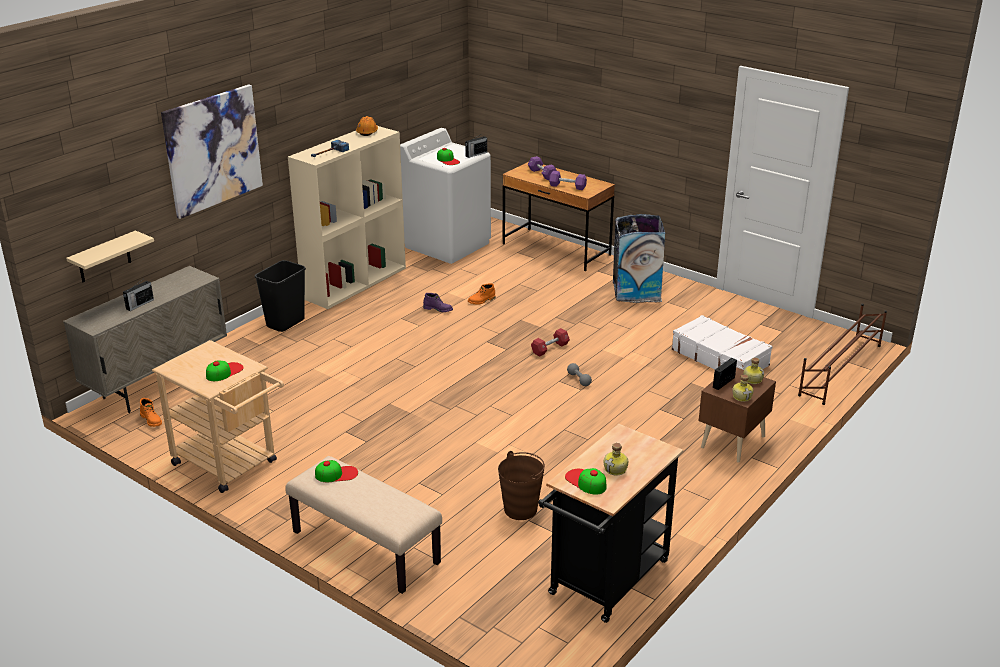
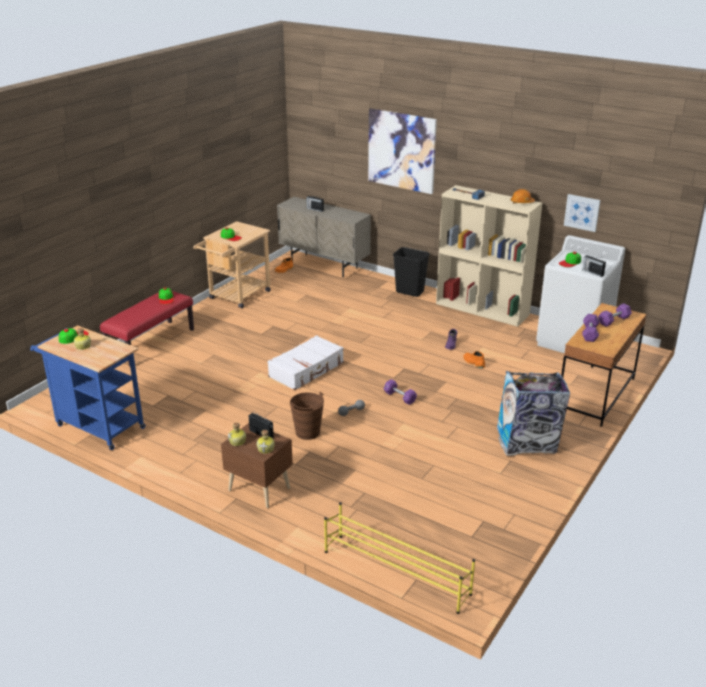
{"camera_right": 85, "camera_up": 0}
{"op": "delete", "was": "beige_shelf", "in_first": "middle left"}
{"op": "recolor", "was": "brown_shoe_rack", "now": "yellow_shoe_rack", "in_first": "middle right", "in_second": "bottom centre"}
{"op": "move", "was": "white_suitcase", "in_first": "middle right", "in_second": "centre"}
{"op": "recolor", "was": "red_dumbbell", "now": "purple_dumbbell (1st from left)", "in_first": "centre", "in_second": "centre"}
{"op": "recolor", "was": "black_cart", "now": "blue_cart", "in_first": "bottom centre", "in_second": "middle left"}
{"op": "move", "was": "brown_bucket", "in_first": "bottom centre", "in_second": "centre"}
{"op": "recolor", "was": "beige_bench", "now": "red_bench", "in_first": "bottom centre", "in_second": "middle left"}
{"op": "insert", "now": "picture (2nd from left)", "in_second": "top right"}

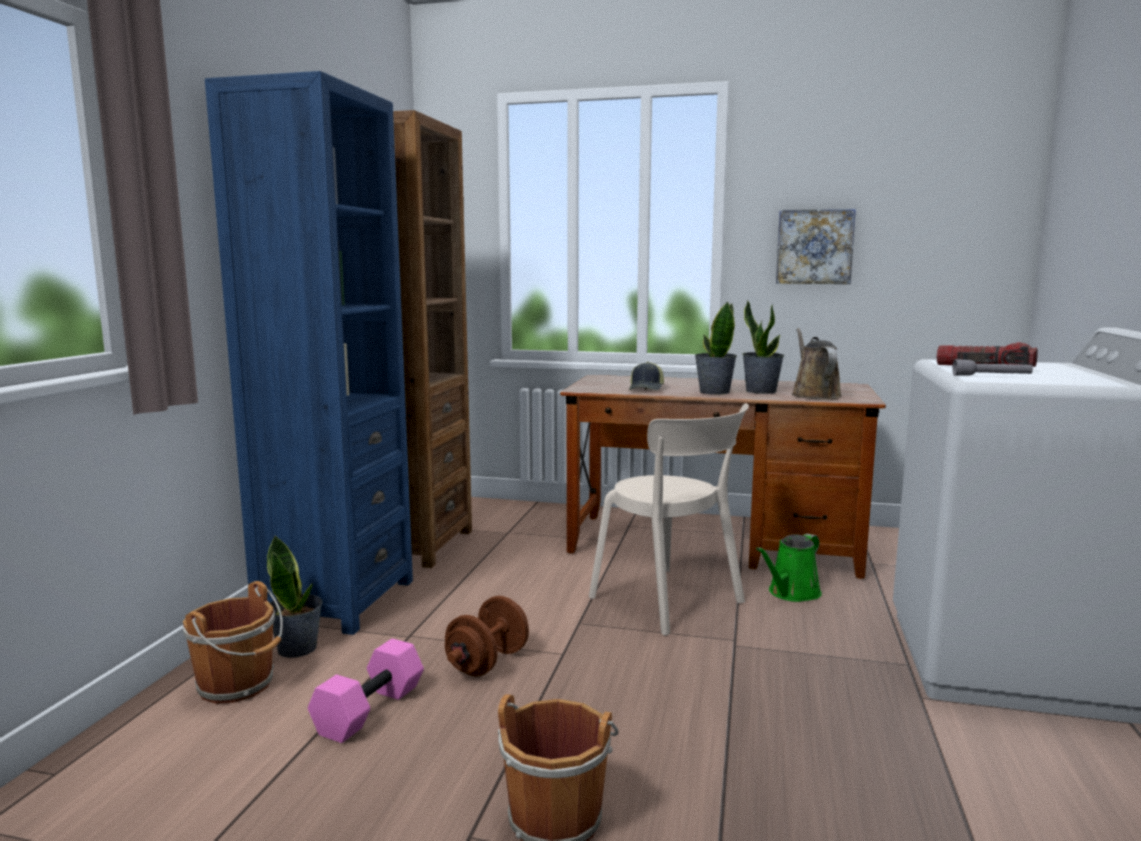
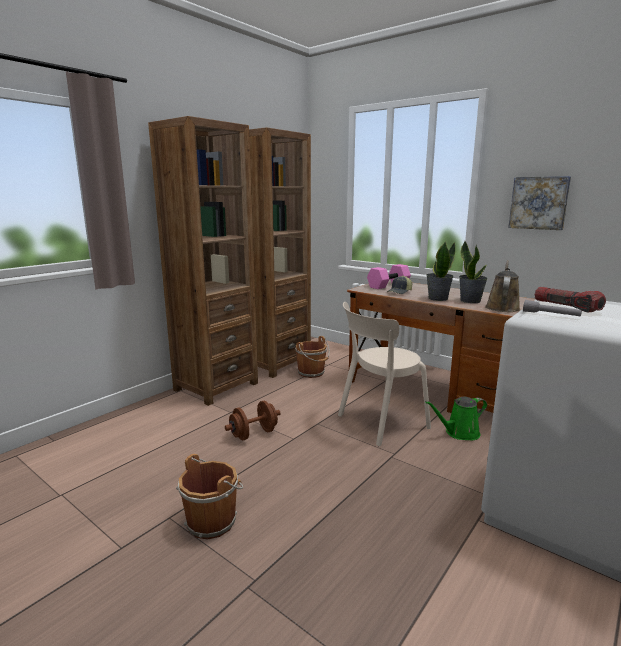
{"camera_right": 25, "camera_up": 5}
{"op": "recolor", "was": "blue_bookcase", "now": "brown_bookcase (1st from left)", "in_first": "middle left", "in_second": "middle left"}
{"op": "rotate", "was": "beige_chair", "in_first": "centre", "in_second": "centre", "clockwise": 75}
{"op": "delete", "was": "potted_plant (1st from left)", "in_first": "bottom left"}
{"op": "move", "was": "brown_bucket (1st from left in the first image)", "now": "brown_bucket (2nd from left)", "in_first": "bottom left", "in_second": "centre"}
{"op": "move", "was": "pink_dumbbell", "in_first": "bottom left", "in_second": "centre"}

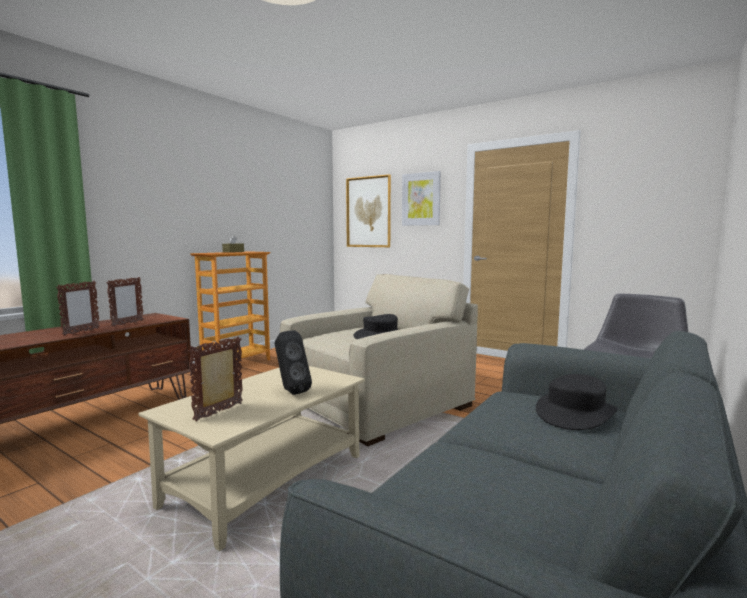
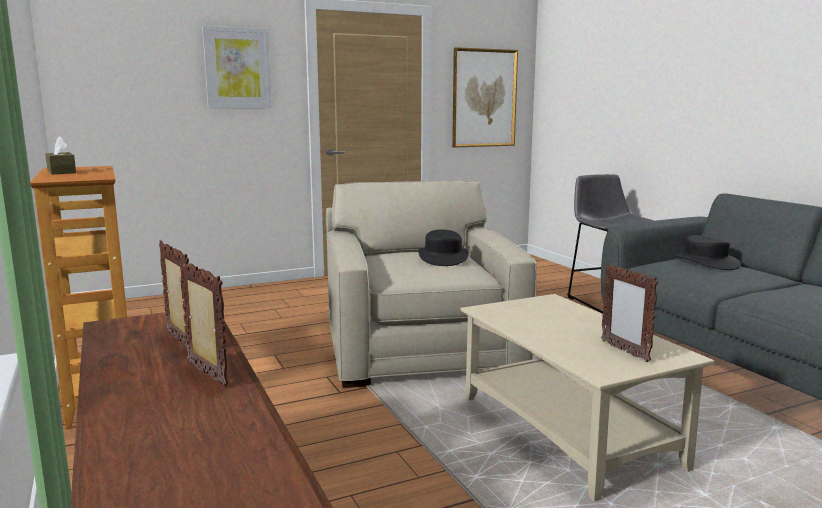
{"camera_right": -60, "camera_up": 5}
{"op": "move", "was": "picture (1st from left in the first image)", "now": "picture (2nd from left)", "in_first": "centre", "in_second": "top centre"}
{"op": "delete", "was": "black_speaker", "in_first": "centre"}

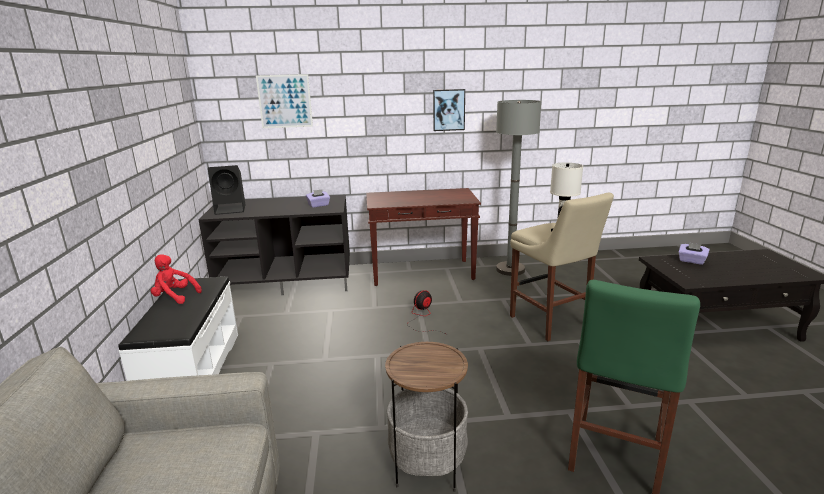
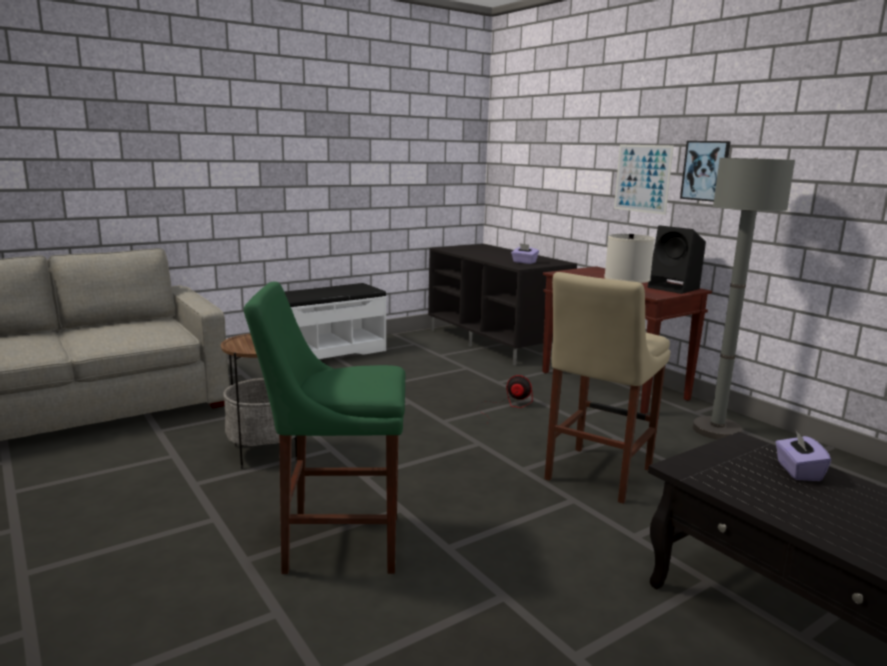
{"camera_right": 60, "camera_up": -5}
{"op": "move", "was": "picture (1st from left)", "in_first": "top centre", "in_second": "top right"}
{"op": "move", "was": "black_speaker", "in_first": "middle left", "in_second": "middle right"}
{"op": "delete", "was": "red_plush_toy", "in_first": "middle left"}

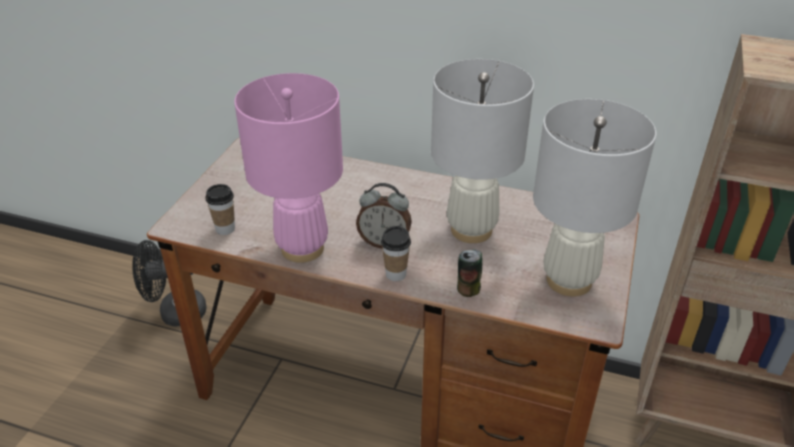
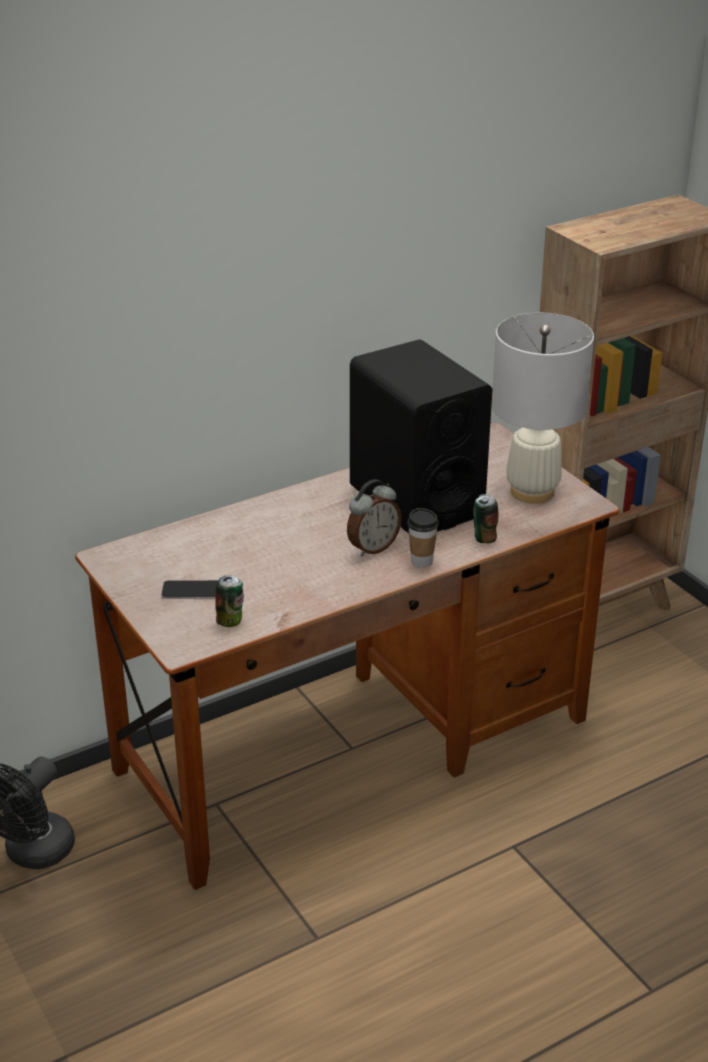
{"camera_right": -50, "camera_up": -5}
{"op": "replace", "was": "white_table_lamp (1st from left)", "now": "black_speaker", "in_first": "centre", "in_second": "centre"}
{"op": "delete", "was": "pink_table_lamp", "in_first": "centre"}
{"op": "replace", "was": "cup (1st from left)", "now": "can (1st from left)", "in_first": "middle left", "in_second": "middle left"}
{"op": "insert", "now": "phone", "in_second": "middle left"}

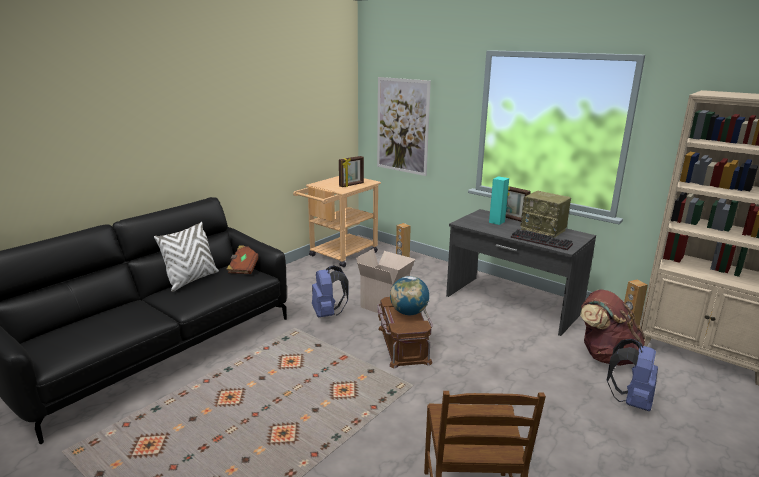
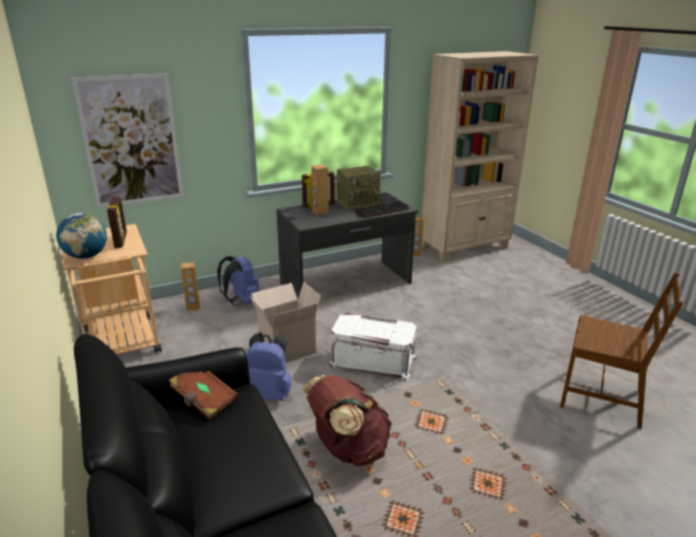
{"camera_right": -65, "camera_up": 5}
{"op": "recolor", "was": "turquoise_speaker", "now": "brown_speaker (2nd from left)", "in_first": "centre", "in_second": "centre"}
{"op": "delete", "was": "white_pillow", "in_first": "middle left"}
{"op": "move", "was": "globe", "in_first": "centre", "in_second": "middle left"}
{"op": "move", "was": "brown_backpack", "in_first": "bottom right", "in_second": "bottom centre"}
{"op": "recolor", "was": "brown_storage_box", "now": "white_storage_box", "in_first": "bottom centre", "in_second": "centre"}
{"op": "move", "was": "blue_backpack (2nd from left in the first image)", "now": "blue_backpack (1st from left)", "in_first": "bottom right", "in_second": "centre"}

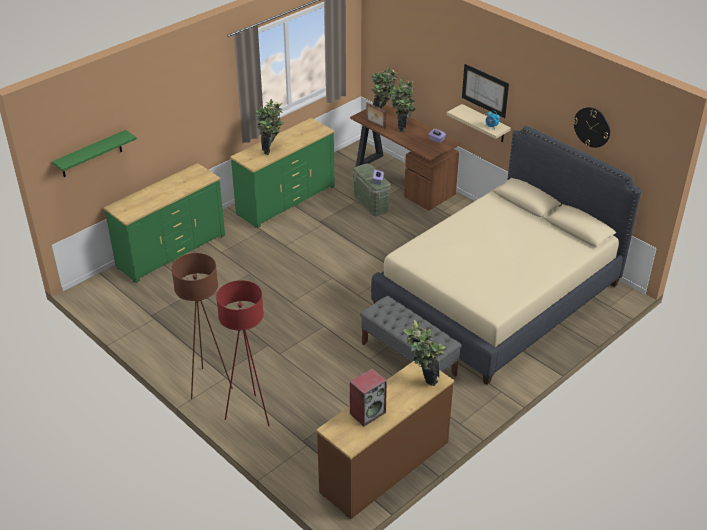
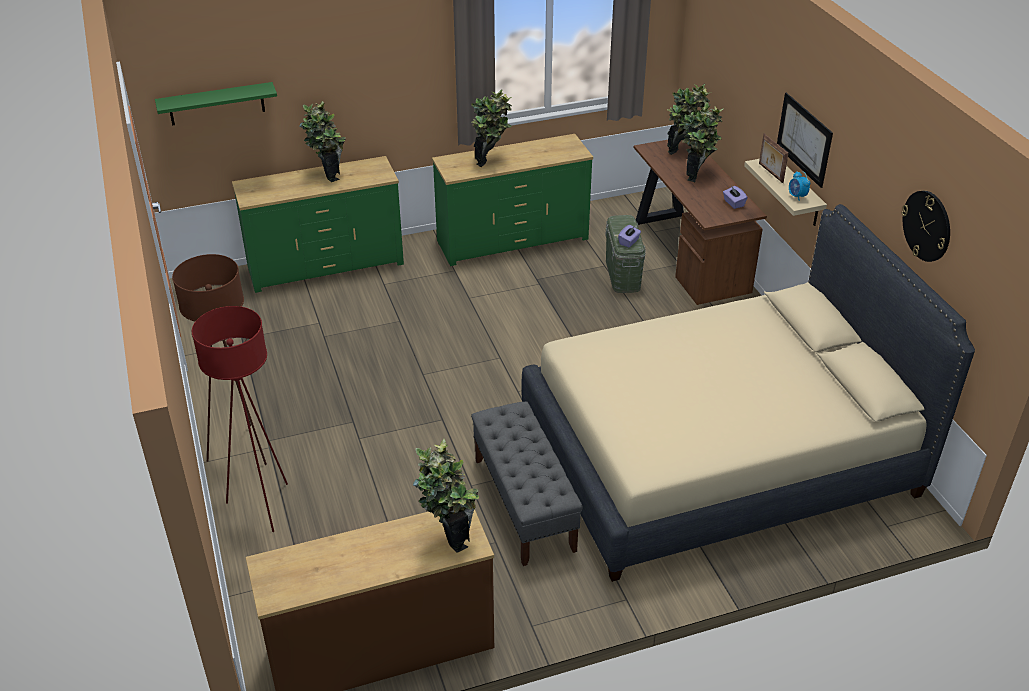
{"camera_right": 25, "camera_up": 0}
{"op": "move", "was": "picture_frame", "in_first": "top centre", "in_second": "top right"}
{"op": "delete", "was": "speaker", "in_first": "bottom centre"}
{"op": "insert", "now": "potted_plant (1st from left)", "in_second": "top left"}

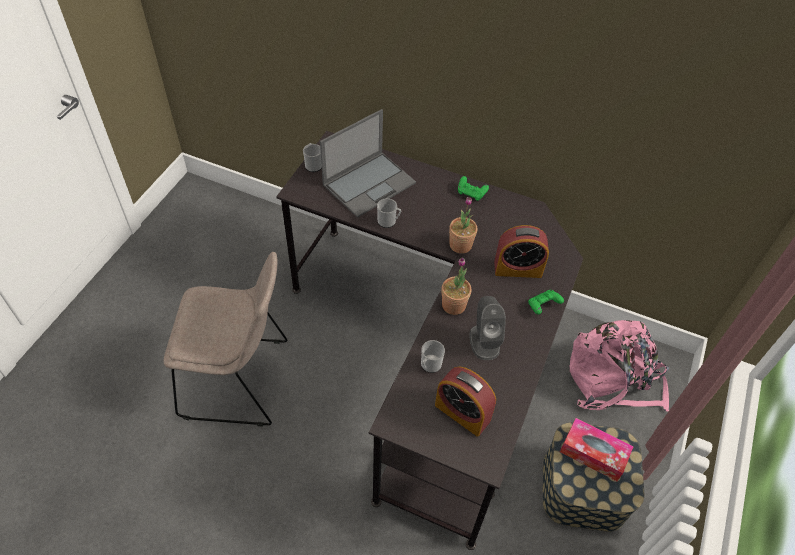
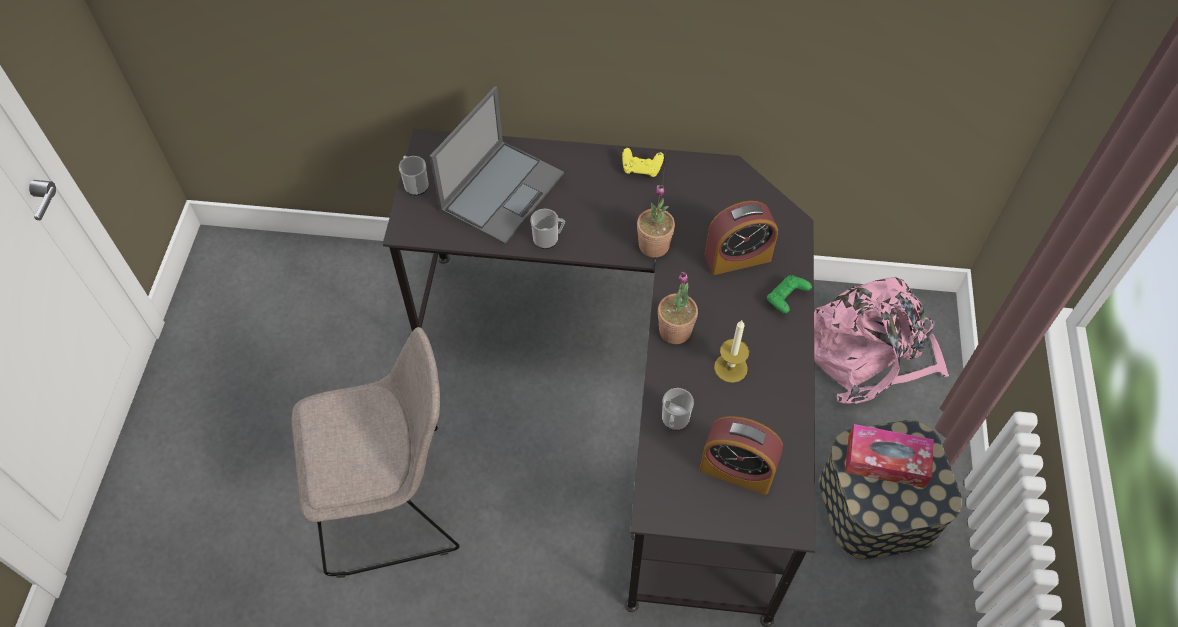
{"camera_right": -15, "camera_up": 5}
{"op": "recolor", "was": "green_game_controller (1st from left)", "now": "yellow_game_controller", "in_first": "centre", "in_second": "top centre"}
{"op": "replace", "was": "grey_speaker", "now": "candle", "in_first": "centre", "in_second": "centre"}

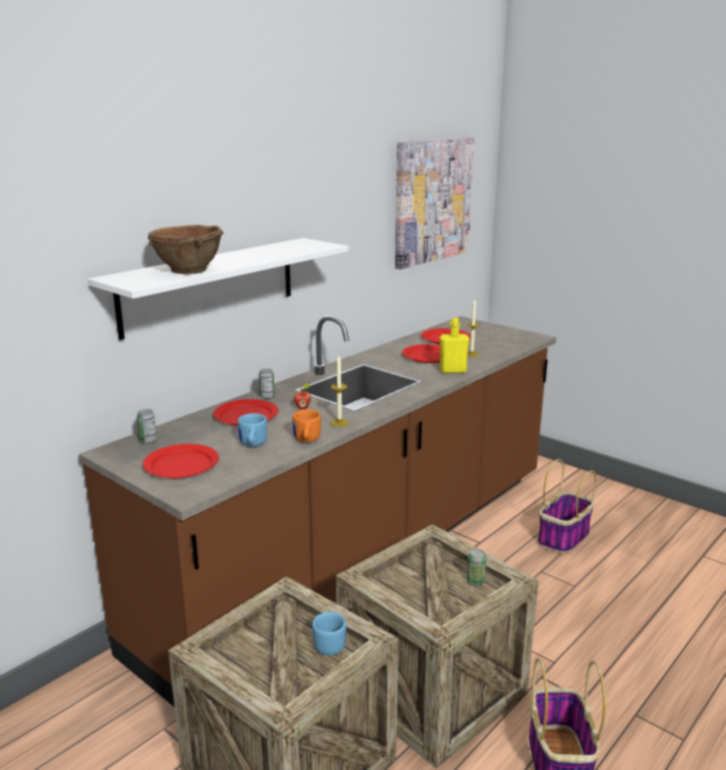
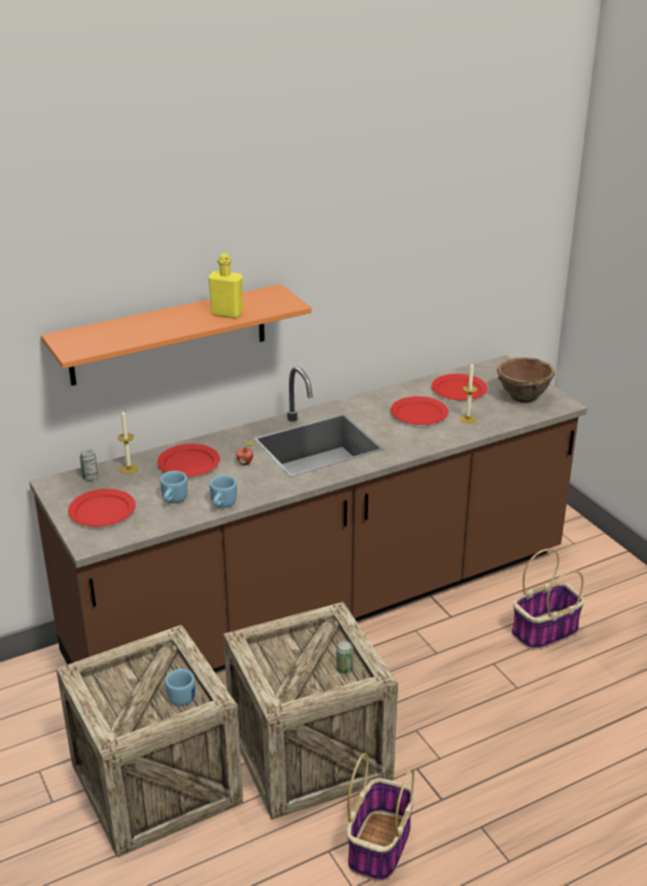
{"camera_right": 20, "camera_up": 10}
{"op": "delete", "was": "picture", "in_first": "top centre"}
{"op": "move", "was": "brown_bowl", "in_first": "top left", "in_second": "middle right"}
{"op": "recolor", "was": "white_shelf", "now": "orange_shelf", "in_first": "middle left", "in_second": "middle left"}
{"op": "move", "was": "yellow_bottle", "in_first": "centre", "in_second": "top centre"}
{"op": "move", "was": "candle (1st from left)", "in_first": "centre", "in_second": "middle left"}
{"op": "delete", "was": "can (2nd from left)", "in_first": "centre"}
{"op": "recolor", "was": "orange_mug", "now": "blue_mug (3rd from left)", "in_first": "centre", "in_second": "centre"}

